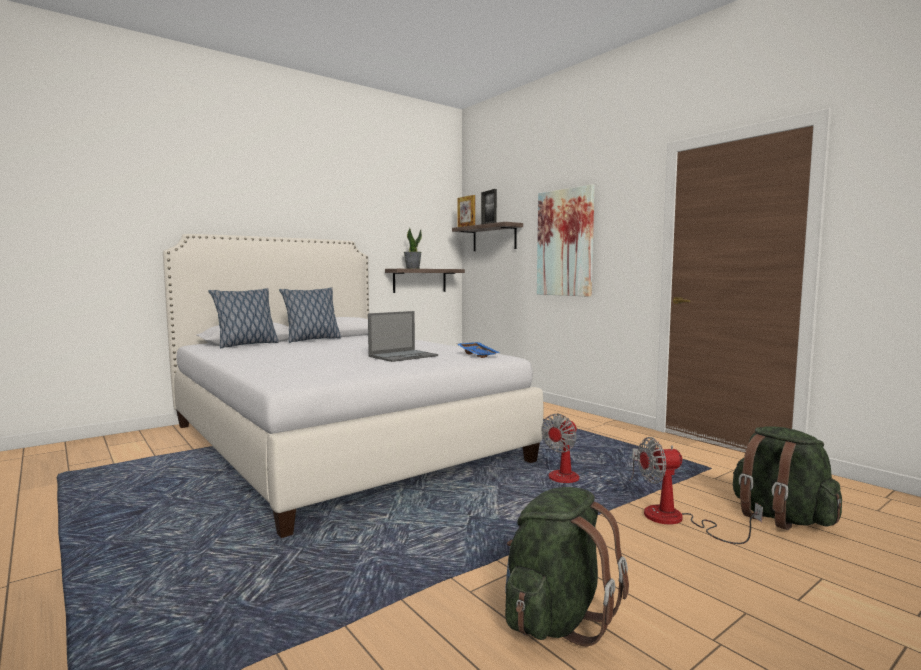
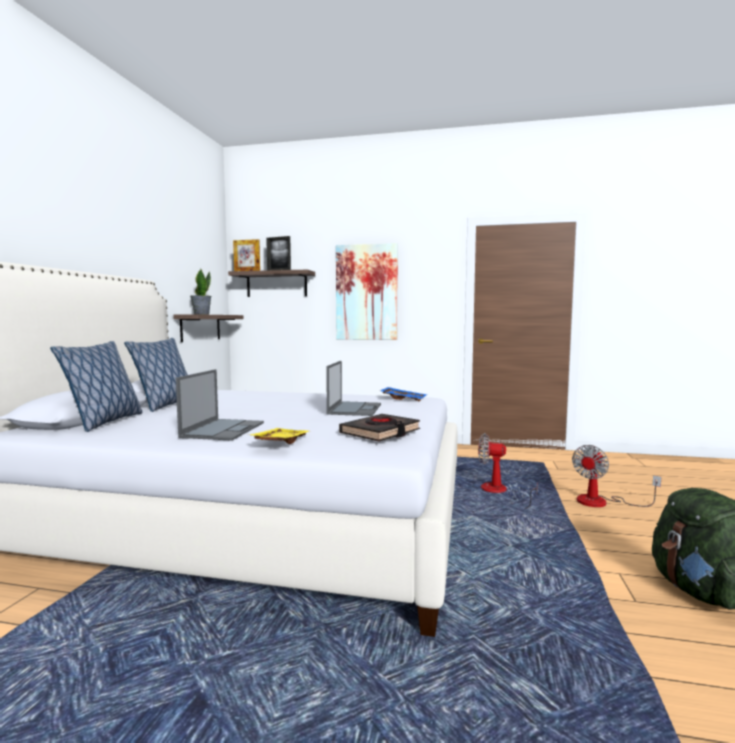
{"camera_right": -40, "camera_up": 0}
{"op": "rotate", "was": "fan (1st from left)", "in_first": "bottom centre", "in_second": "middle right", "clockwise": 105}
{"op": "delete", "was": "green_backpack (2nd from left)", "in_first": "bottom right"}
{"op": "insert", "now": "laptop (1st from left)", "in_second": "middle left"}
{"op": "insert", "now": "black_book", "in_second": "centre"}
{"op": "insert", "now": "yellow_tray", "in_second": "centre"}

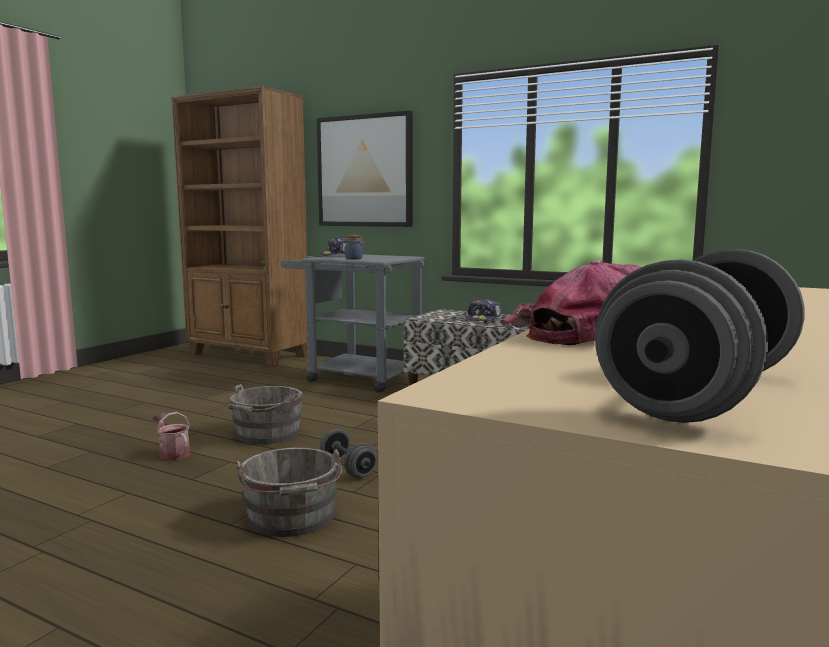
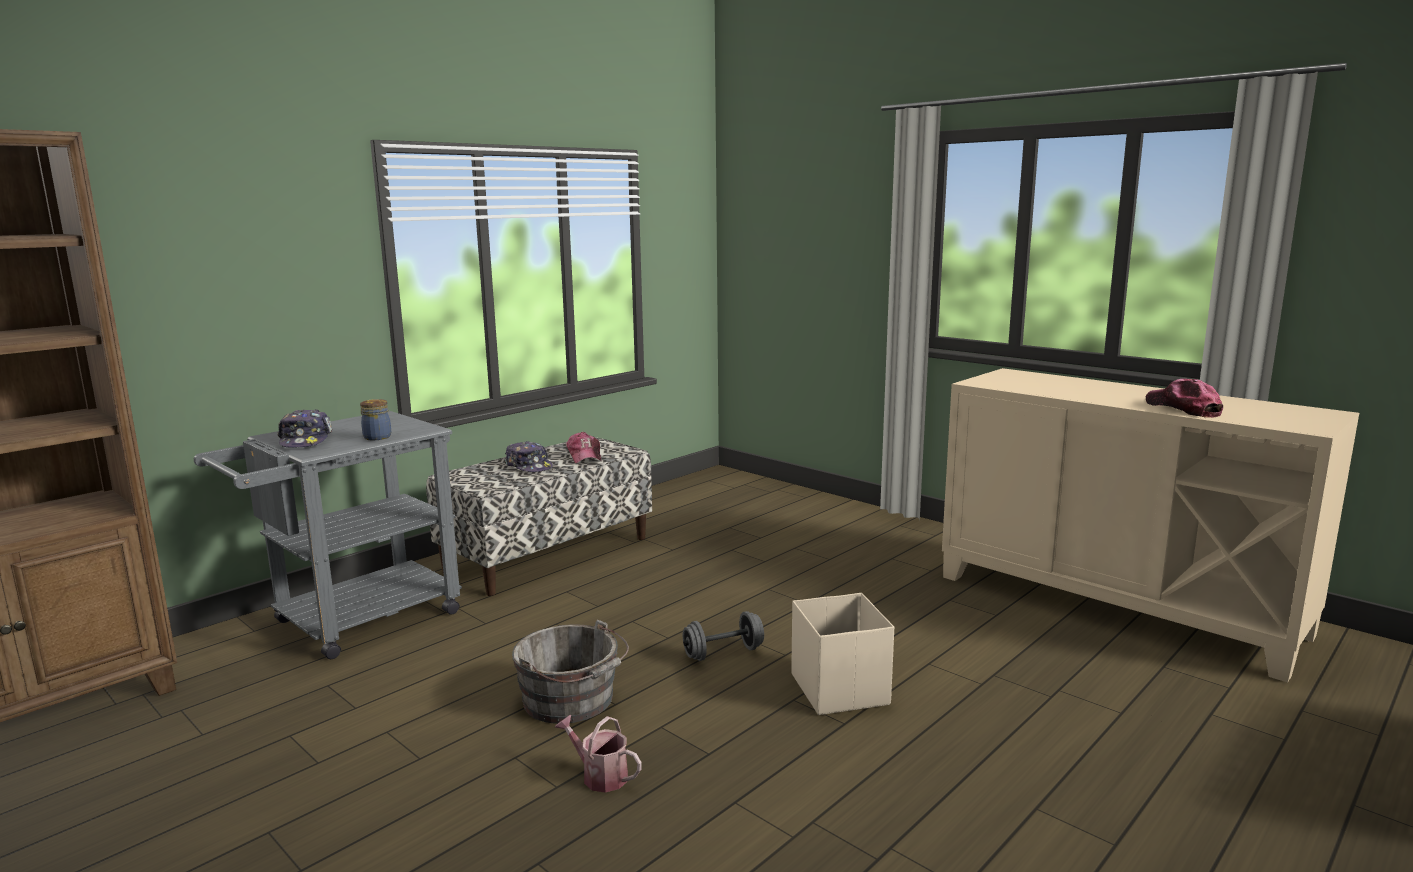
{"camera_right": -75, "camera_up": 5}
{"op": "delete", "was": "picture", "in_first": "top centre"}
{"op": "delete", "was": "grey_dumbbell (2nd from left)", "in_first": "middle right"}
{"op": "rotate", "was": "watering_can", "in_first": "bottom left", "in_second": "bottom centre", "clockwise": 60}
{"op": "replace", "was": "grey_bucket (2nd from left)", "now": "beige_storage_box", "in_first": "bottom centre", "in_second": "bottom centre"}

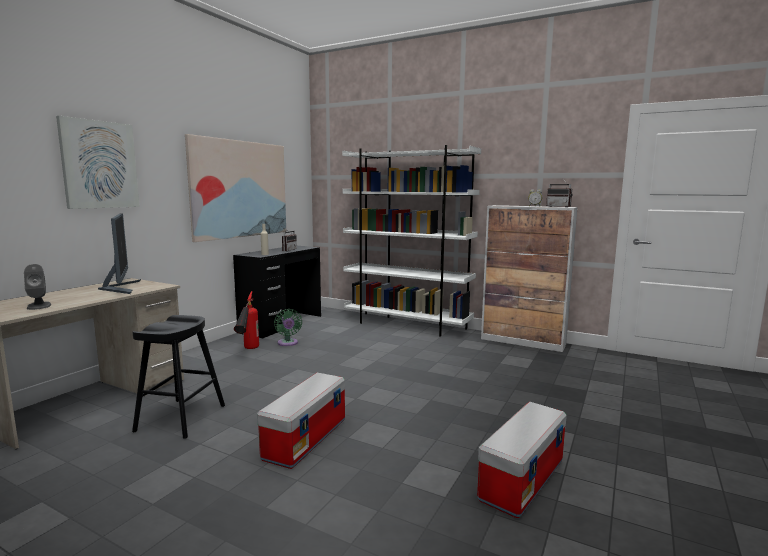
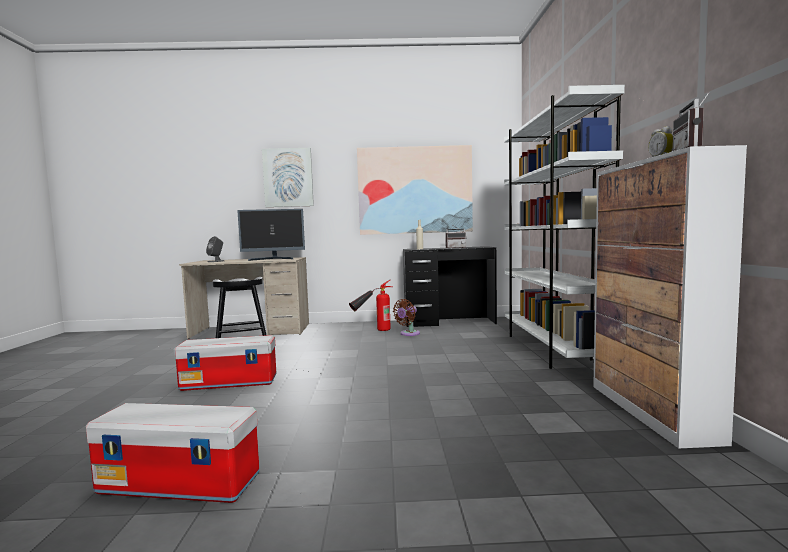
{"camera_right": 60, "camera_up": -5}
{"op": "rotate", "was": "monitor", "in_first": "middle left", "in_second": "centre", "clockwise": 45}
{"op": "recolor", "was": "green_fan", "now": "brown_fan", "in_first": "centre", "in_second": "centre"}

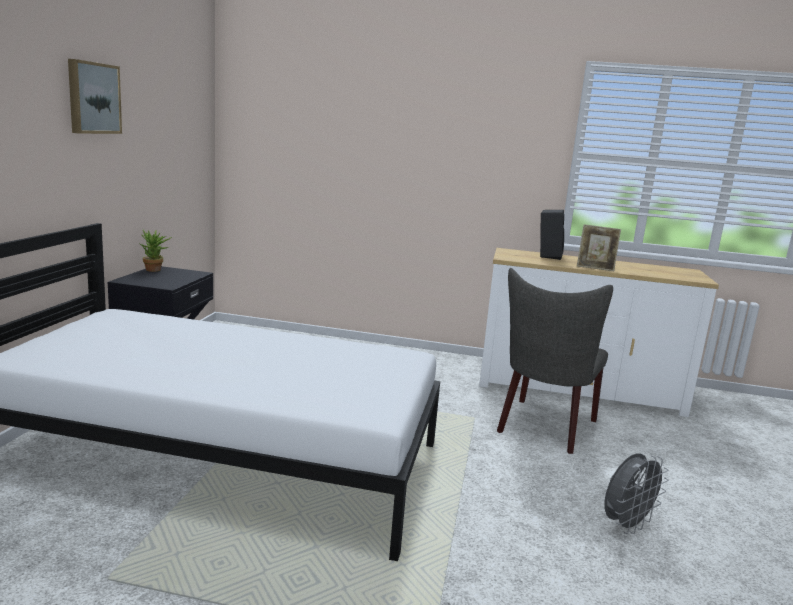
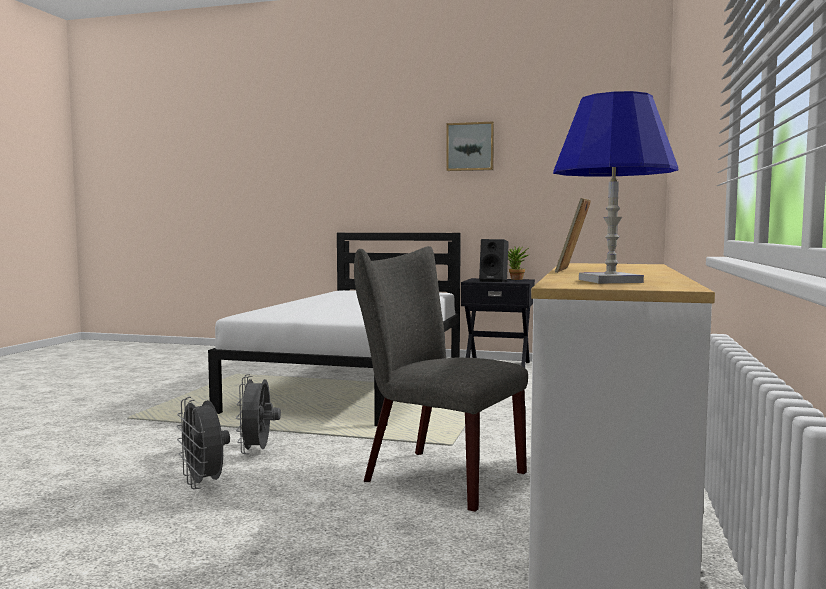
{"camera_right": 95, "camera_up": -10}
{"op": "move", "was": "black_speaker", "in_first": "middle right", "in_second": "centre"}
{"op": "insert", "now": "blue_table_lamp", "in_second": "top right"}
{"op": "insert", "now": "grey_fan (2nd from left)", "in_second": "bottom left"}

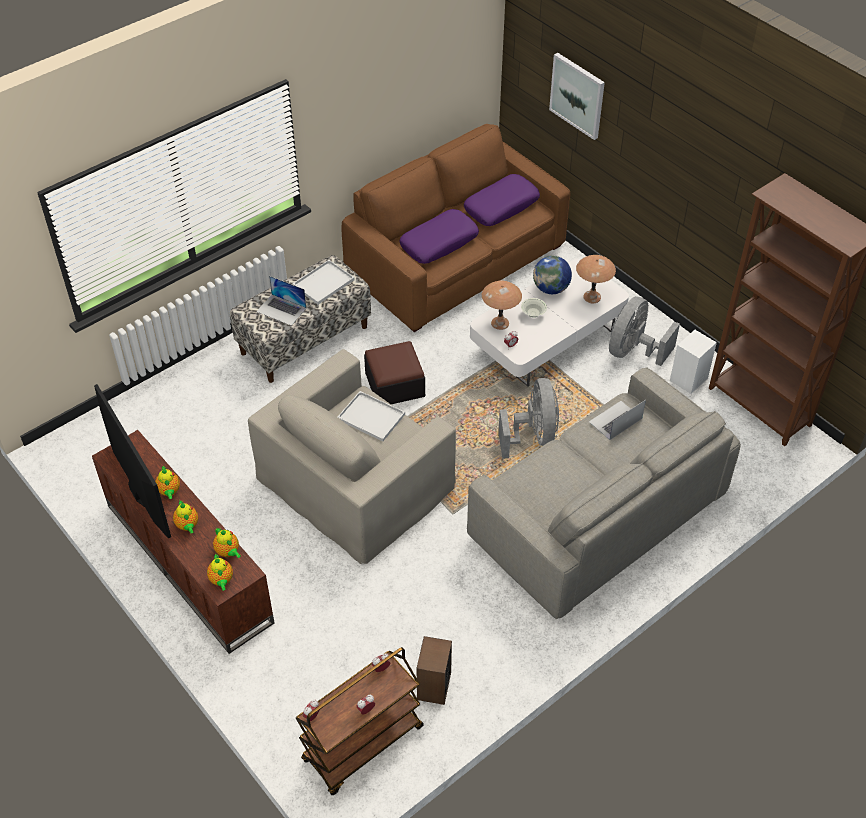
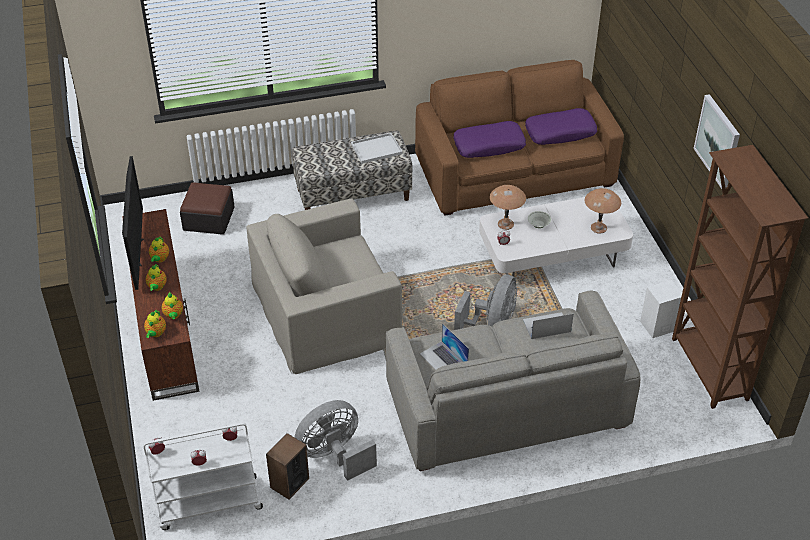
{"camera_right": 25, "camera_up": -5}
{"op": "move", "was": "picture", "in_first": "top centre", "in_second": "top right"}
{"op": "delete", "was": "globe", "in_first": "centre"}
{"op": "move", "was": "laptop (1st from left)", "in_first": "middle left", "in_second": "centre"}
{"op": "move", "was": "grey_fan (2nd from left in the first image)", "now": "grey_fan (1st from left)", "in_first": "middle right", "in_second": "bottom centre"}
{"op": "move", "was": "ottoman", "in_first": "centre", "in_second": "middle left"}
{"op": "delete", "was": "white_tray (2nd from left)", "in_first": "centre"}
{"op": "recolor", "was": "brown_cart", "now": "white_cart", "in_first": "bottom centre", "in_second": "bottom left"}

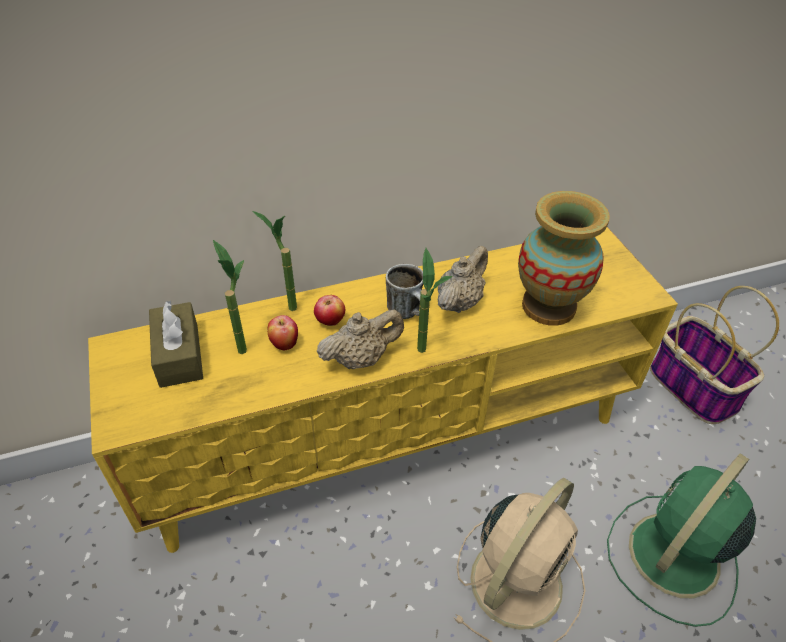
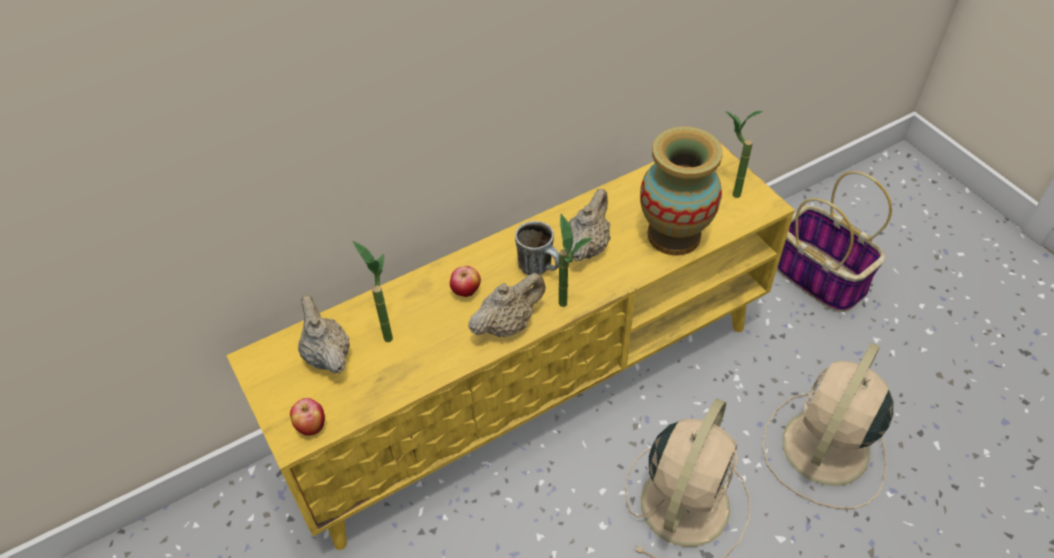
{"camera_right": -10, "camera_up": 5}
{"op": "move", "was": "potted_plant (2nd from left in the first image)", "now": "potted_plant (3rd from left)", "in_first": "centre", "in_second": "top right"}
{"op": "replace", "was": "brown_tissue_box", "now": "beige_teapot (1st from left)", "in_first": "middle left", "in_second": "middle left"}
{"op": "move", "was": "apple (1st from left)", "in_first": "centre", "in_second": "bottom left"}
{"op": "recolor", "was": "green_fan", "now": "beige_fan (2nd from left)", "in_first": "bottom right", "in_second": "bottom right"}

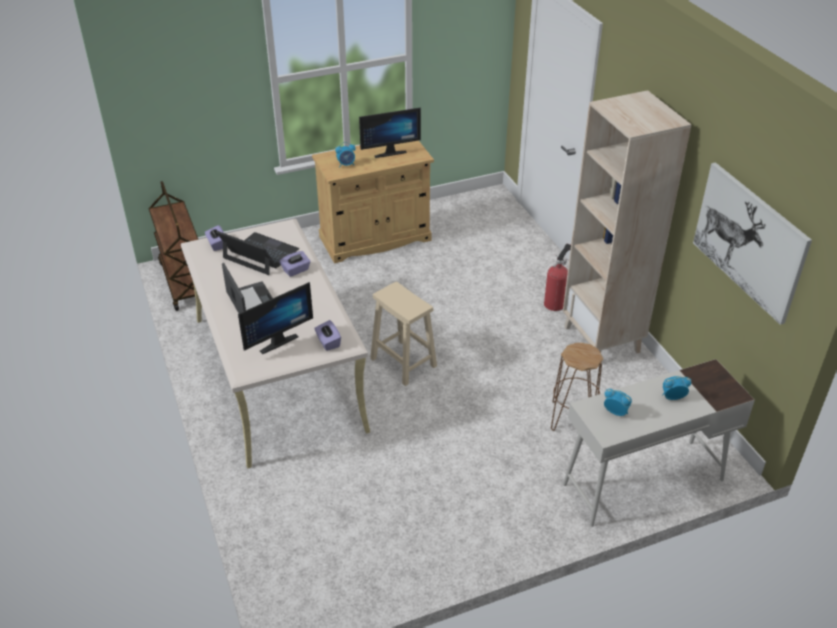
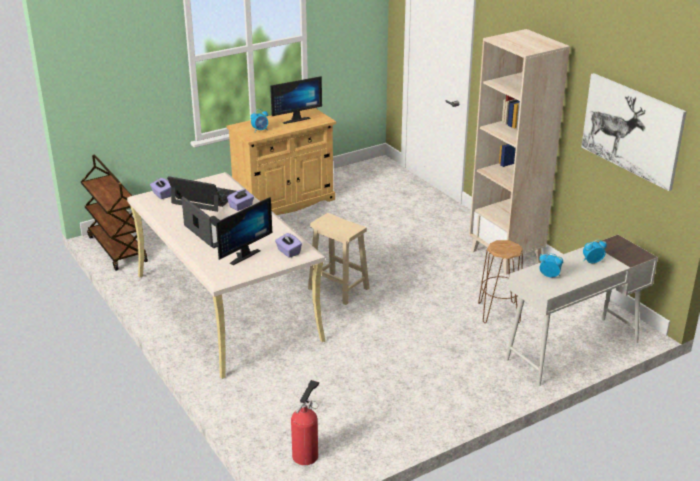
{"camera_right": -10, "camera_up": -10}
{"op": "move", "was": "fire_extinguisher", "in_first": "centre", "in_second": "bottom centre"}

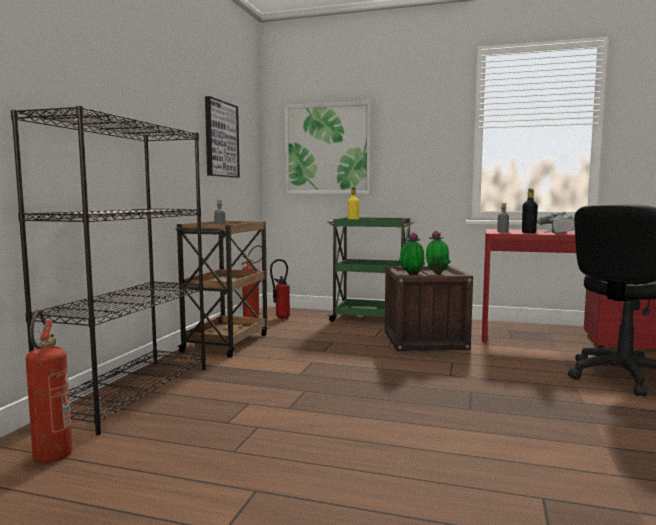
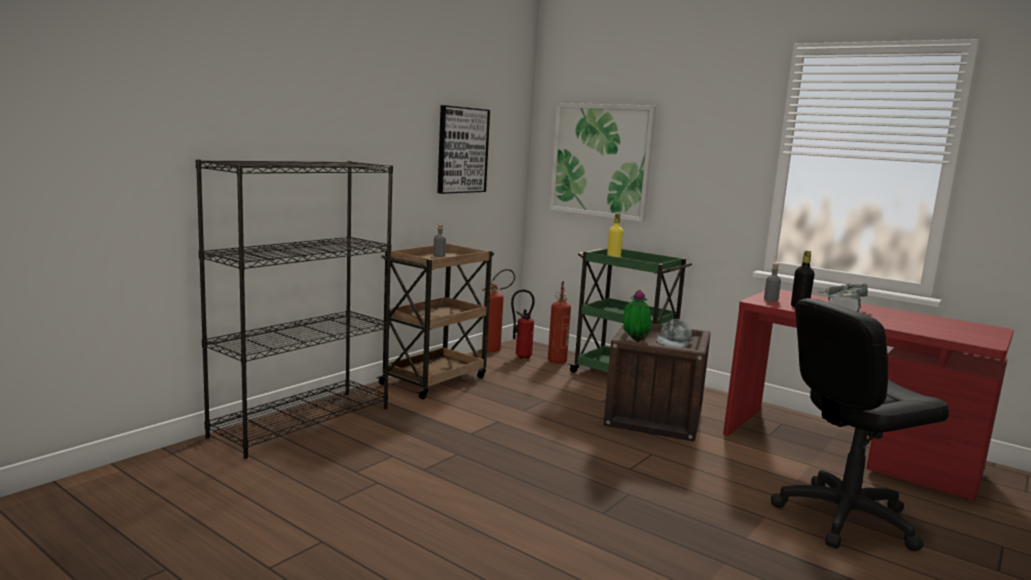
{"camera_right": 20, "camera_up": 5}
{"op": "replace", "was": "potted_plant (2nd from left)", "now": "grey_cap", "in_first": "middle right", "in_second": "centre"}
{"op": "move", "was": "fire_extinguisher (1st from left in the first image)", "now": "fire_extinguisher (3rd from left)", "in_first": "bottom left", "in_second": "centre"}

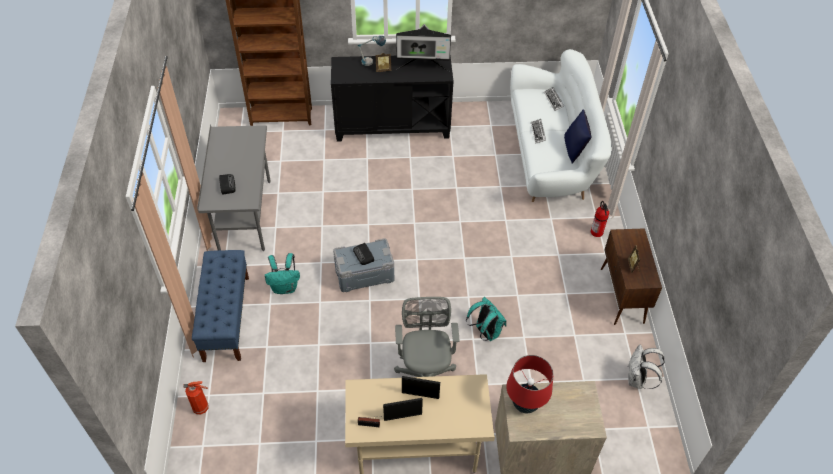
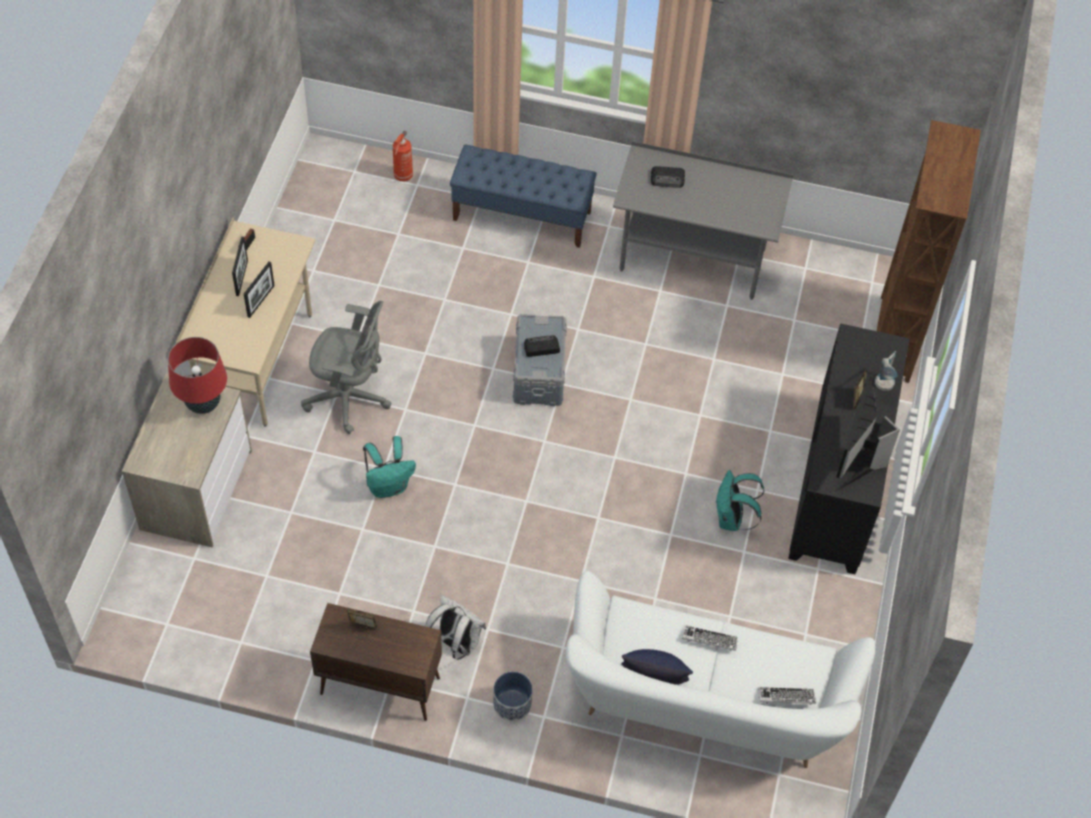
{"camera_right": 105, "camera_up": 5}
{"op": "replace", "was": "fire_extinguisher (2nd from left)", "now": "planter", "in_first": "middle right", "in_second": "bottom centre"}
{"op": "move", "was": "turquoise_backpack (1st from left in the first image)", "now": "turquoise_backpack (2nd from left)", "in_first": "centre", "in_second": "middle right"}
{"op": "move", "was": "white_backpack", "in_first": "bottom right", "in_second": "bottom centre"}

